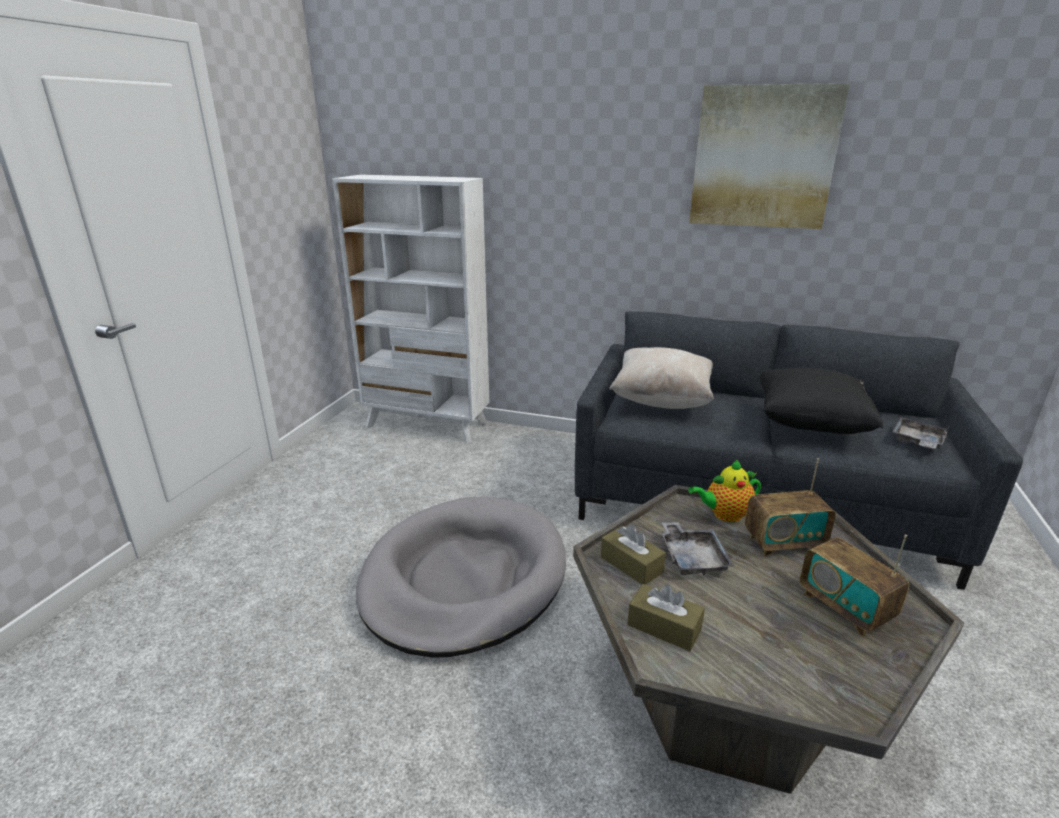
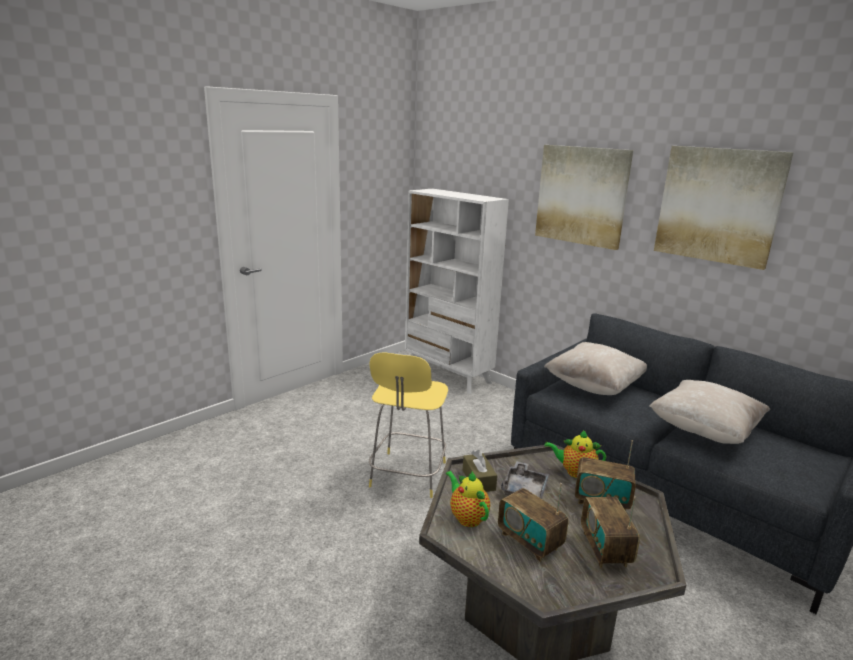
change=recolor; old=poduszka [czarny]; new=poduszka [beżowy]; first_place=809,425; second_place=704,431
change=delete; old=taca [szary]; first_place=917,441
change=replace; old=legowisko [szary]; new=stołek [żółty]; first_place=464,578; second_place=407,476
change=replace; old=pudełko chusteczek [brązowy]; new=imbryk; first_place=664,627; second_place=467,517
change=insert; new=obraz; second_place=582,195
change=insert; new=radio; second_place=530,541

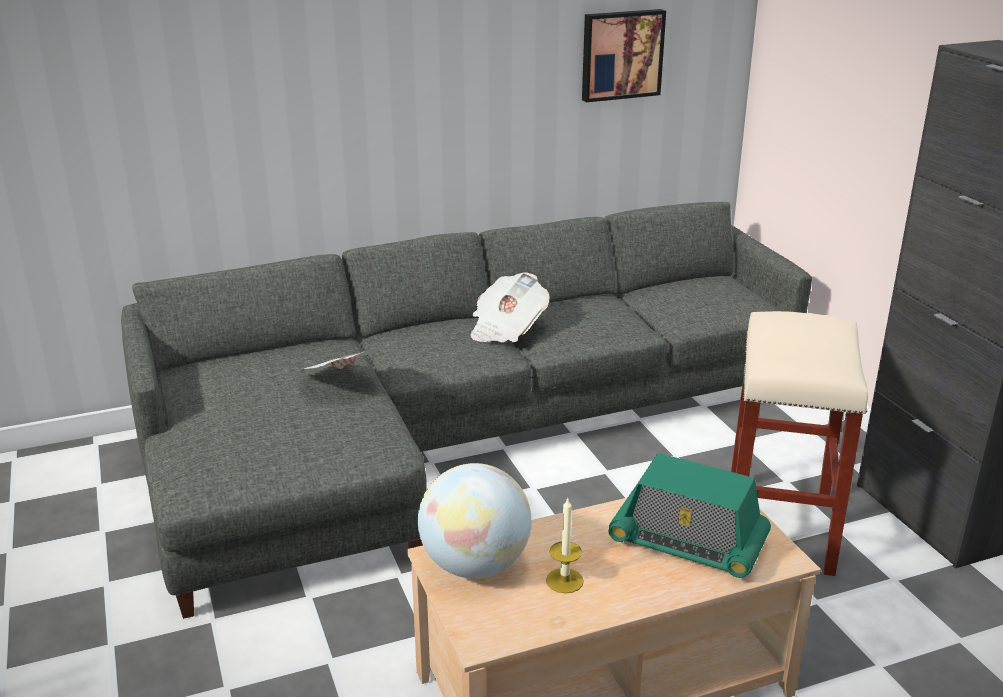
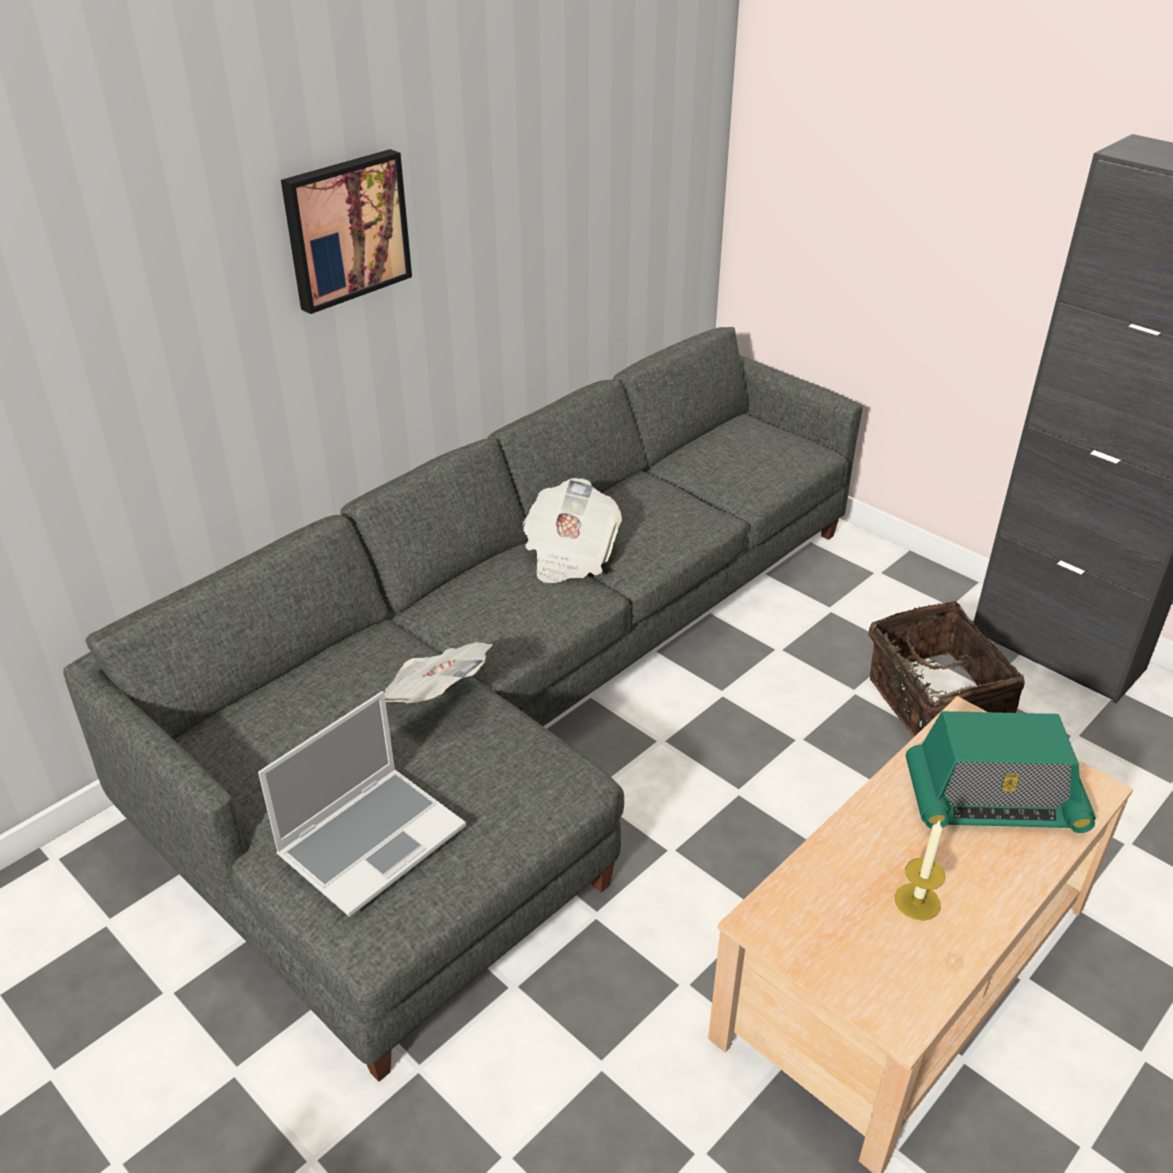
change=move; old=obraz; first_place=621,54; second_place=345,229
change=replace; old=stołek [beżowy]; new=koszyk; first_place=777,525; second_place=932,706
change=delete; old=globus; first_place=475,565
change=insert; new=laptop; second_place=372,839

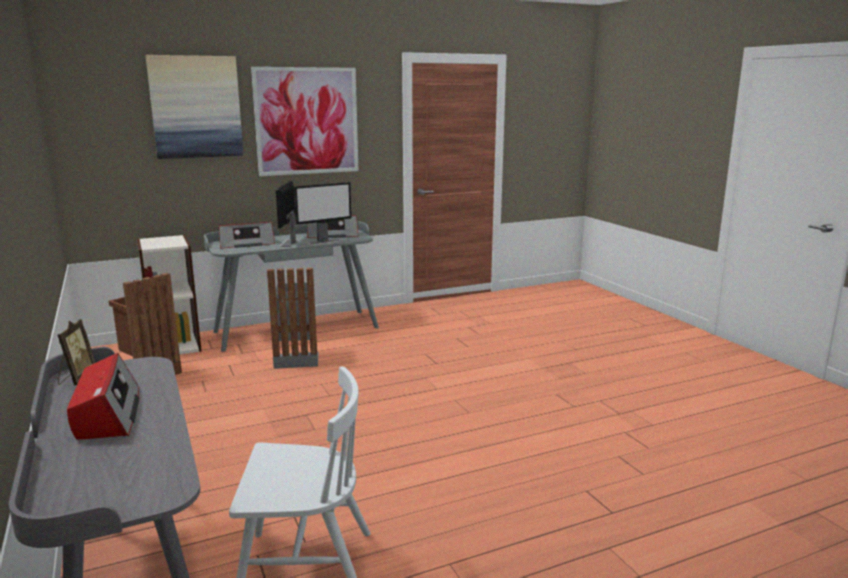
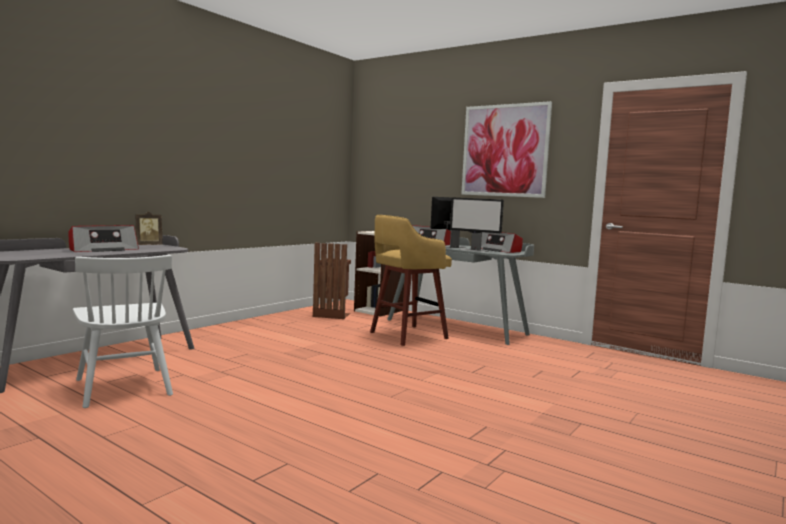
change=delete; old=obraz; first_place=196,107
change=replace; old=kosz na śmieci [szary]; new=stołek [żółty]; first_place=296,359; second_place=406,335

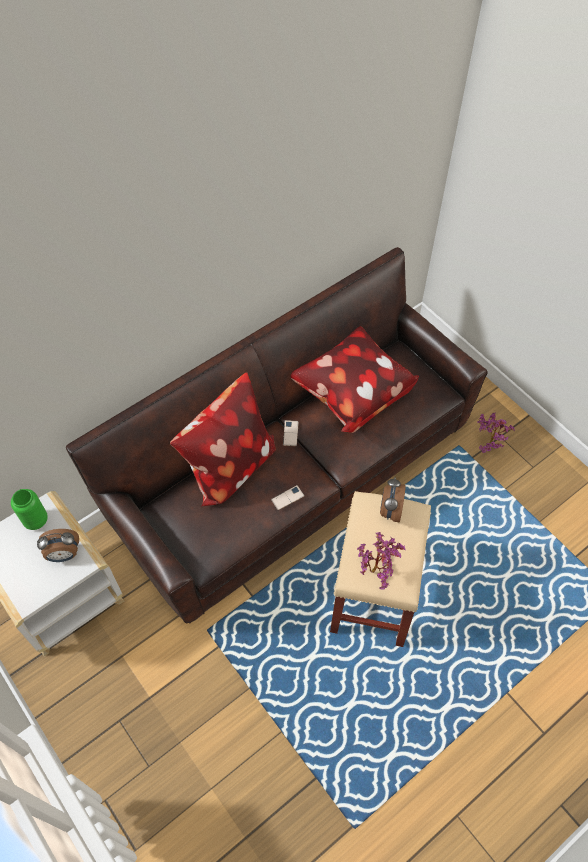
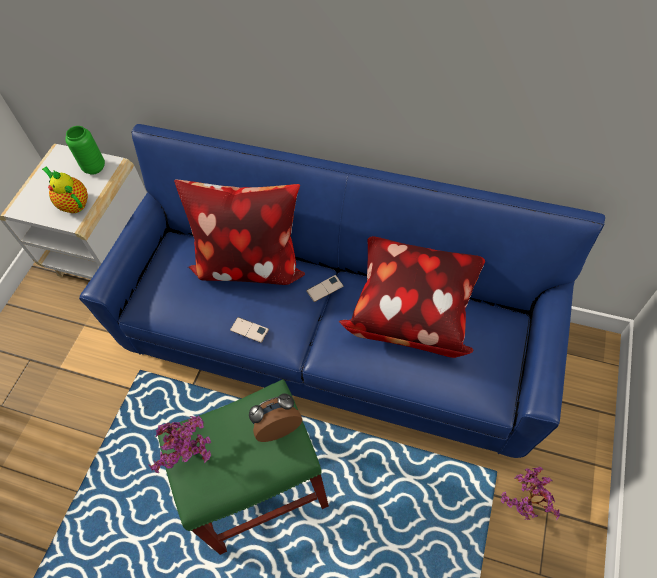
change=recolor; old=kanapa [brązowy]; new=kanapa [niebieski]; first_place=293,477; second_place=334,341
change=recolor; old=stołek [beżowy]; new=stołek [zielony]; first_place=374,595; second_place=259,491
change=replace; old=budzik; new=imbryk; first_place=64,554; second_place=73,203

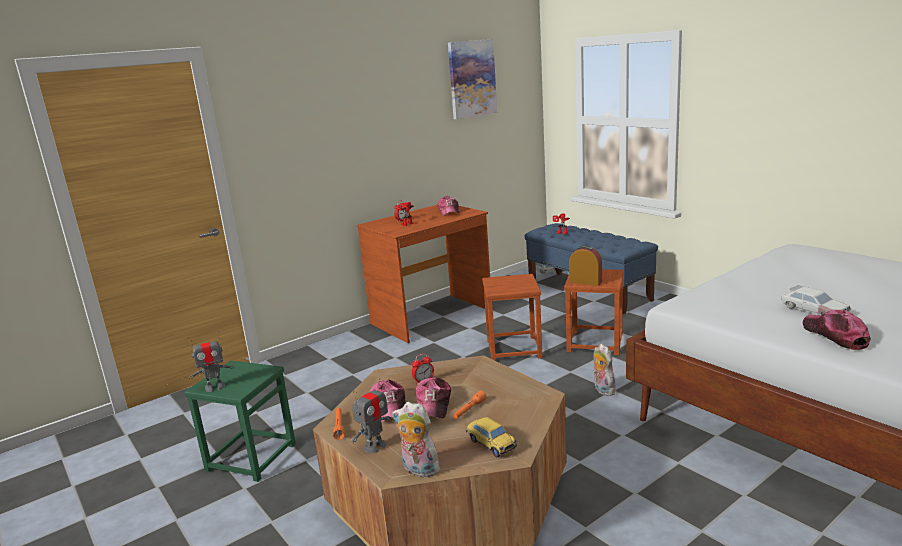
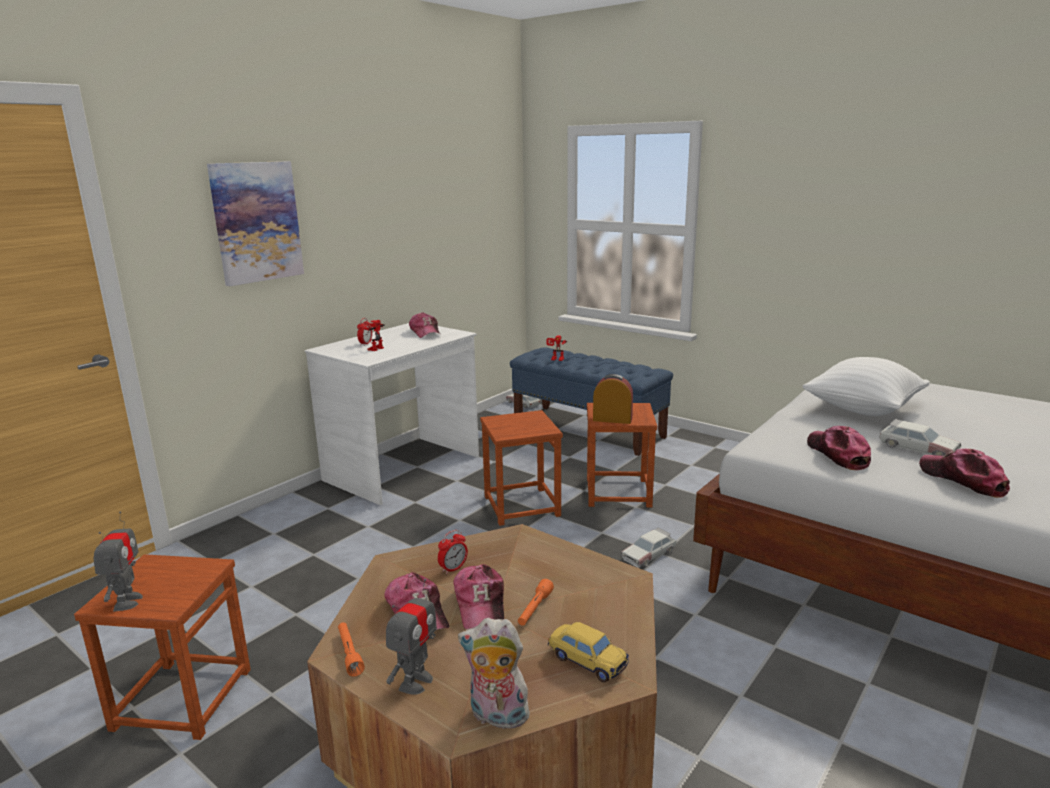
change=move; old=obraz; first_place=472,79; second_place=256,222
change=recolor; old=biurko [brązowy]; new=biurko [biały]; first_place=432,317; second_place=403,468
change=rotate; old=robot zabawkowy; first_place=215,387; second_place=127,602; degrees=-60
change=replace; old=pluszak; new=samochodzik; first_place=602,390; second_place=649,554
change=recolor; old=stołek [zielony]; new=stołek [brązowy]; first_place=251,457; second_place=182,698
change=insert; new=poduszka [biały]; second_place=862,410
change=insert; new=czapka z daszkiem; second_place=837,454

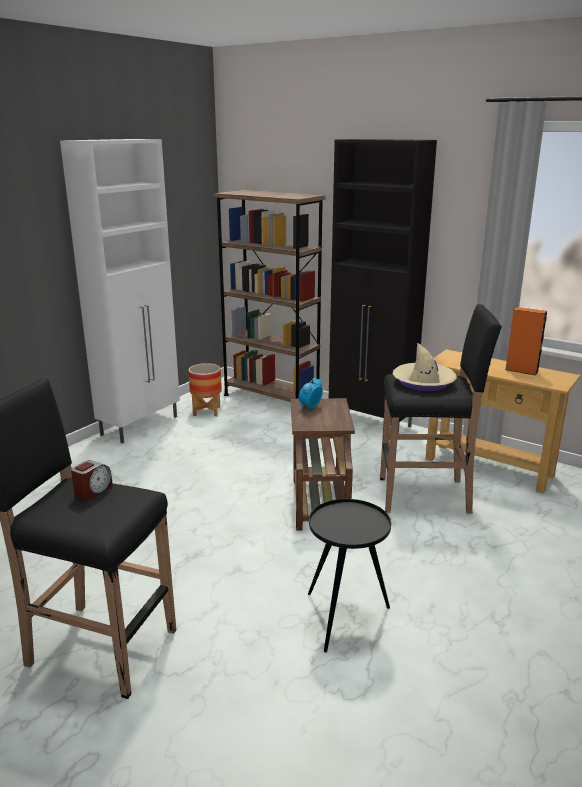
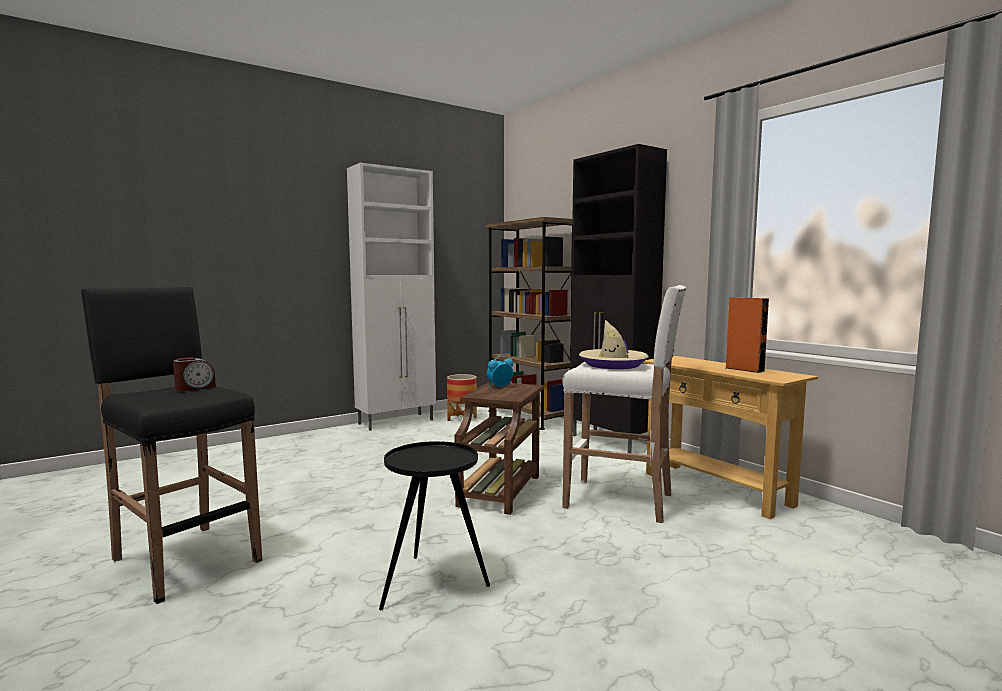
change=recolor; old=stołek [czarny]; new=stołek [biały]; first_place=426,495; second_place=621,501

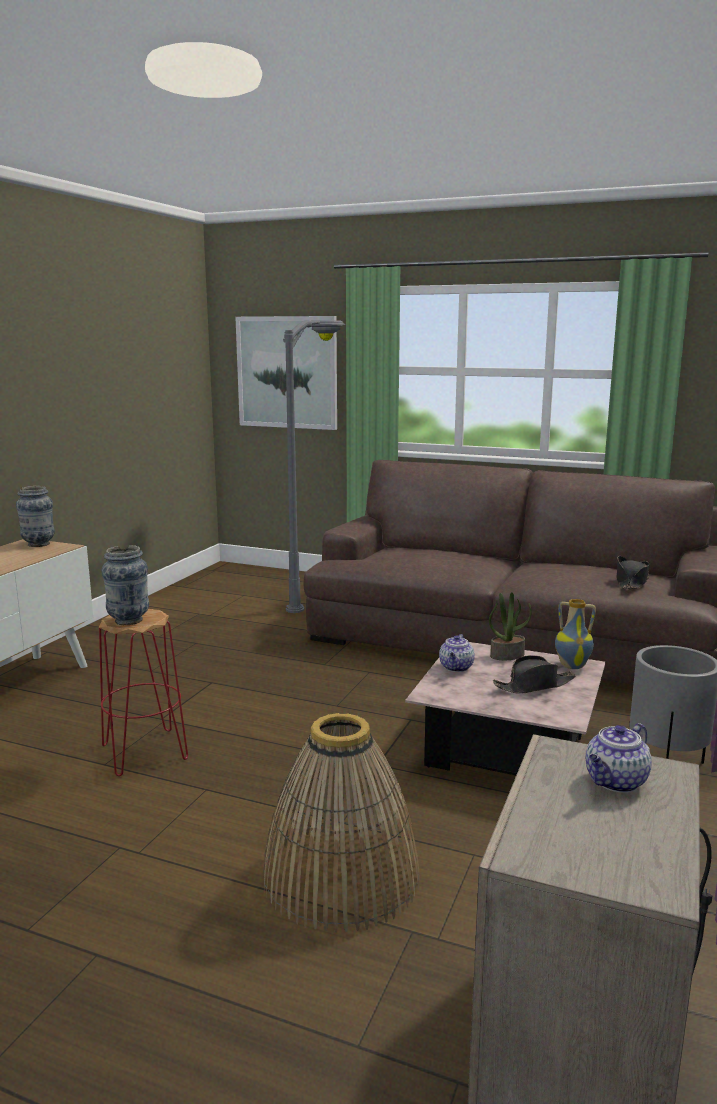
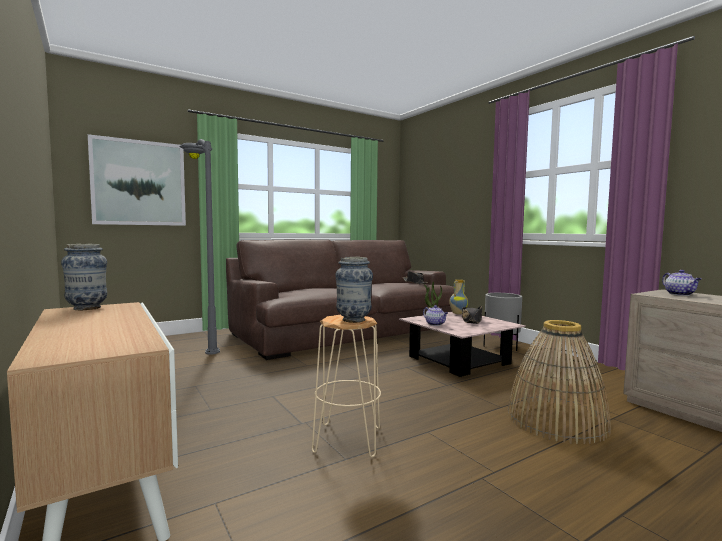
change=recolor; old=stołek [czerwony]; new=stołek [beżowy]; first_place=145,752; second_place=347,439

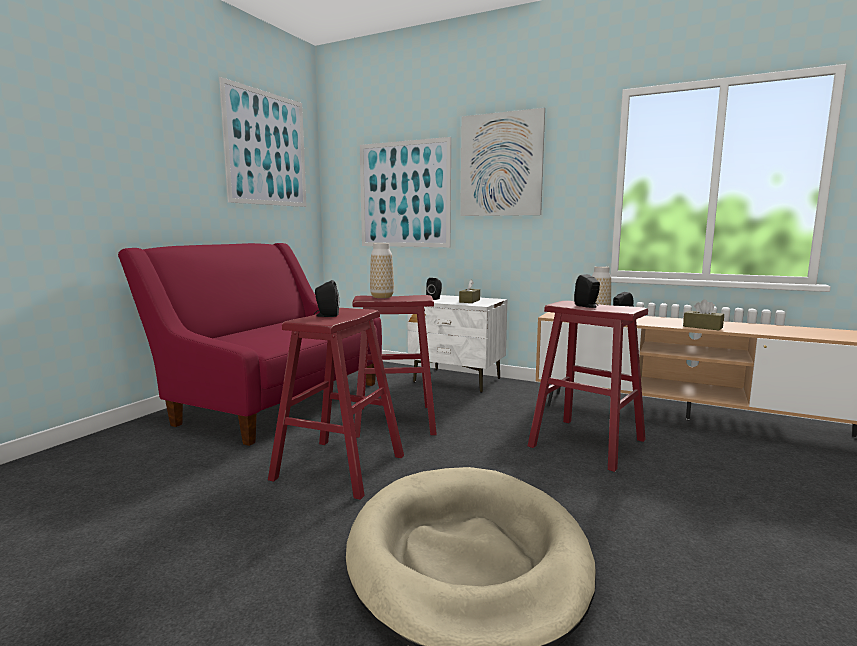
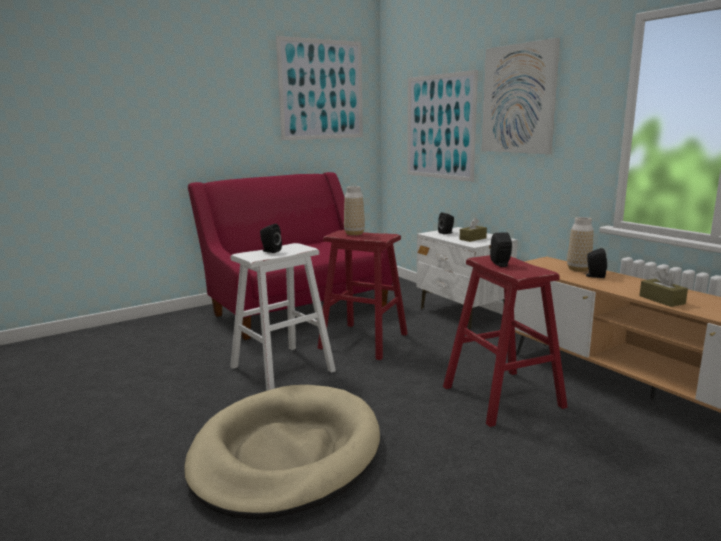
change=recolor; old=stołek [czerwony]; new=stołek [biały]; first_place=339,467; second_place=282,369

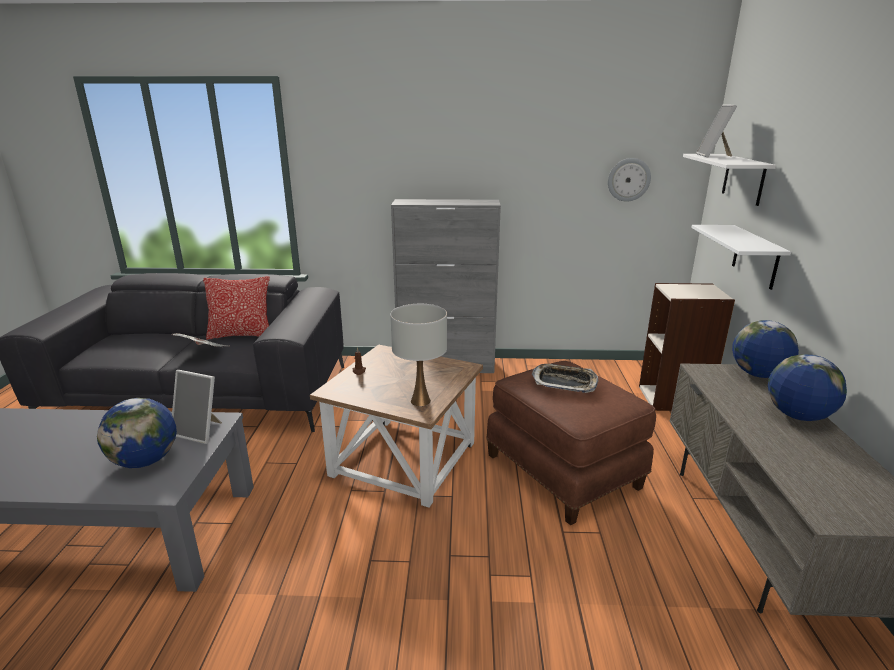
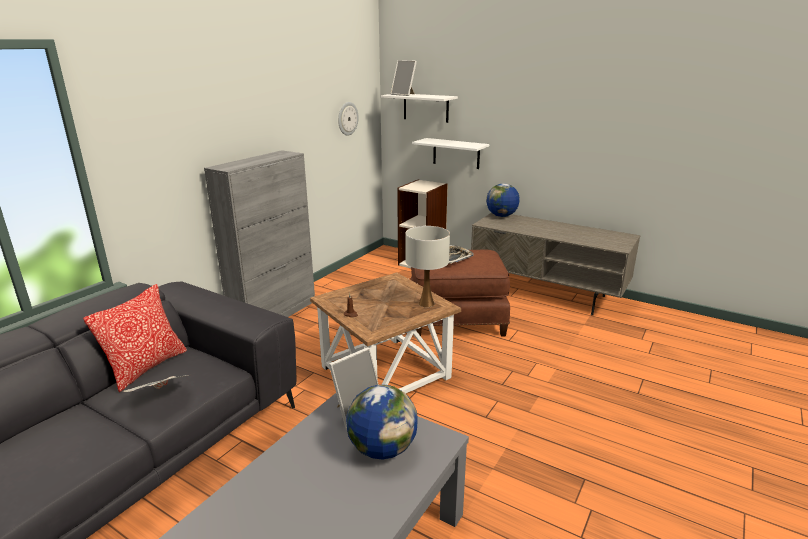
change=delete; old=globus; first_place=797,416

